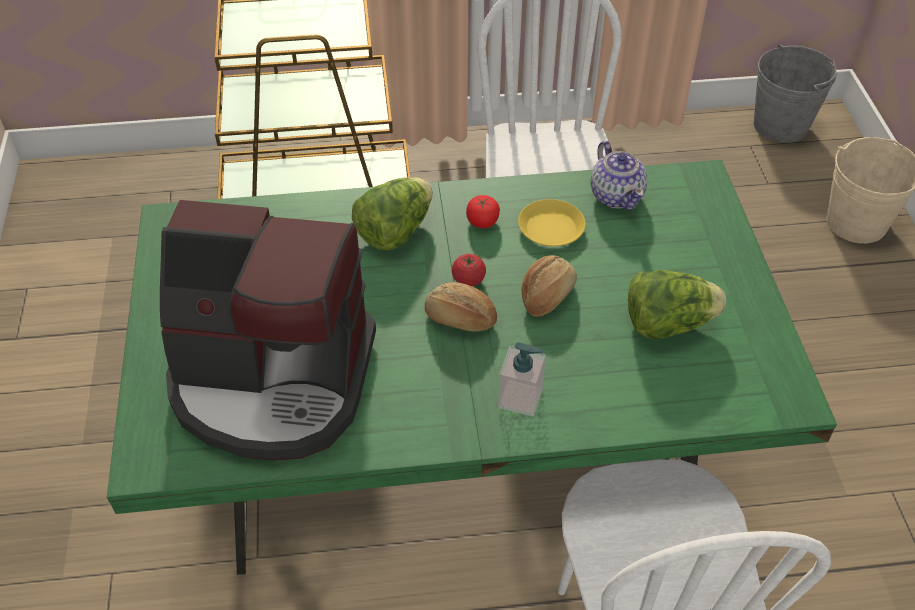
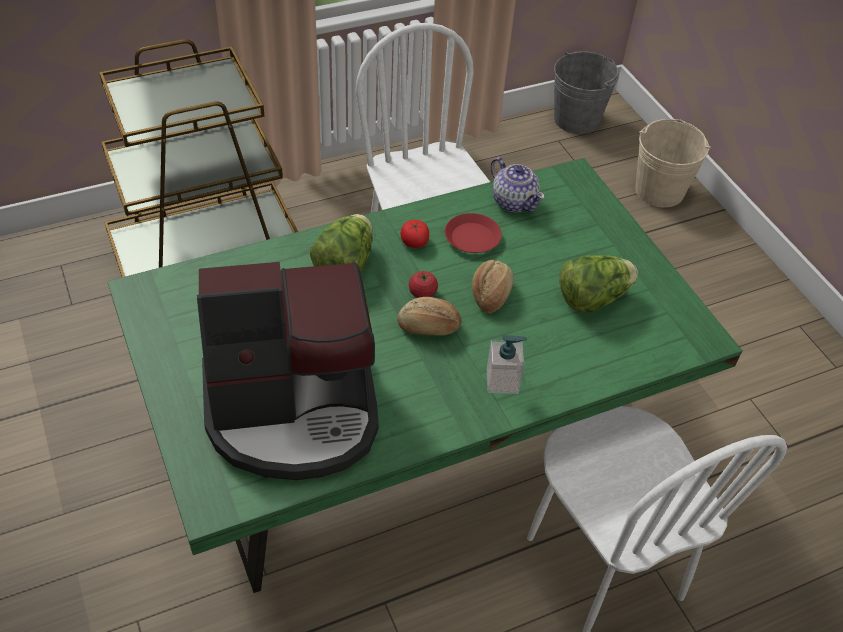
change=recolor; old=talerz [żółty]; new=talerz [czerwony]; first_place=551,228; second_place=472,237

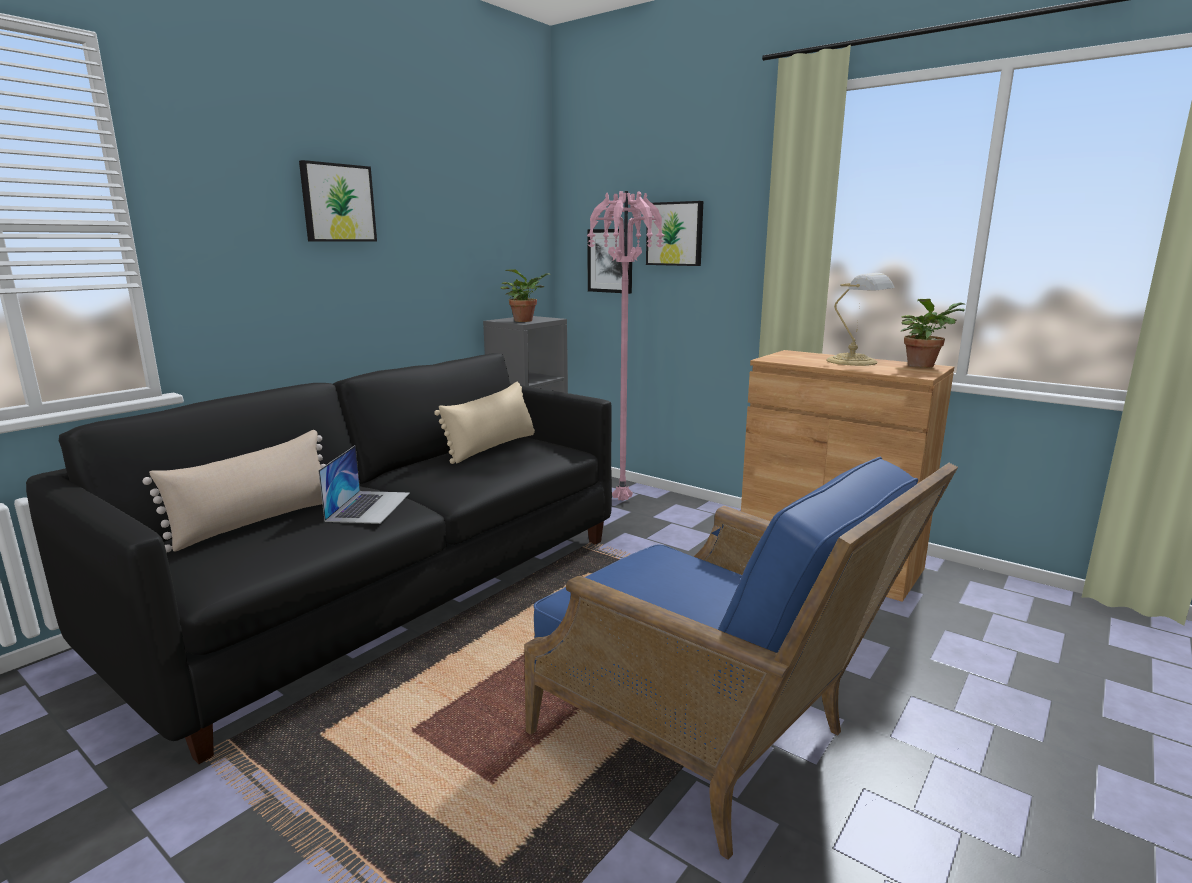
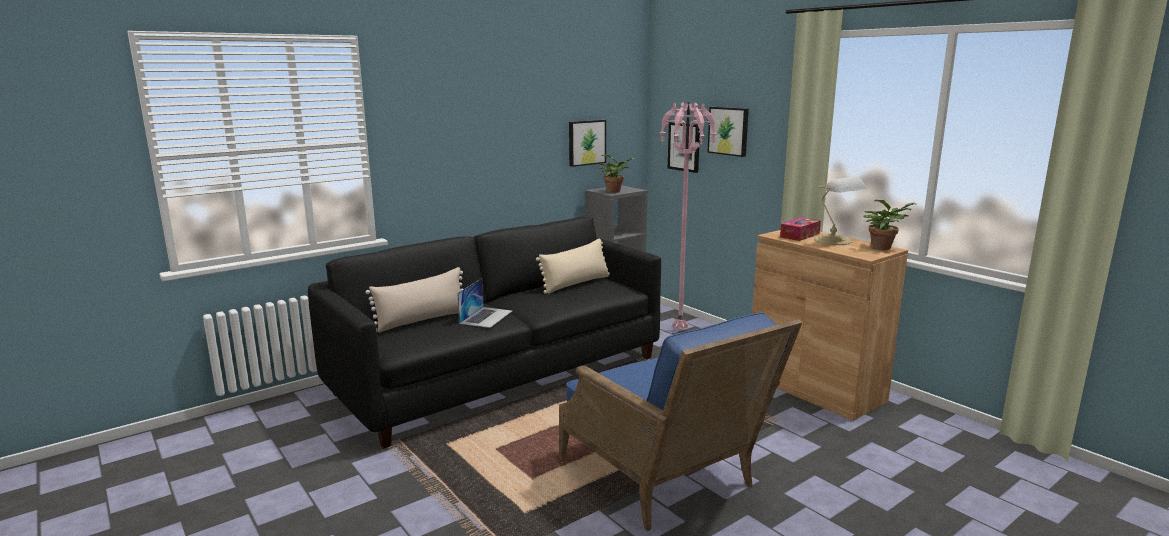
change=move; old=obraz; first_place=337,203; second_place=586,142
change=insert; new=pudełko chusteczek; second_place=799,235

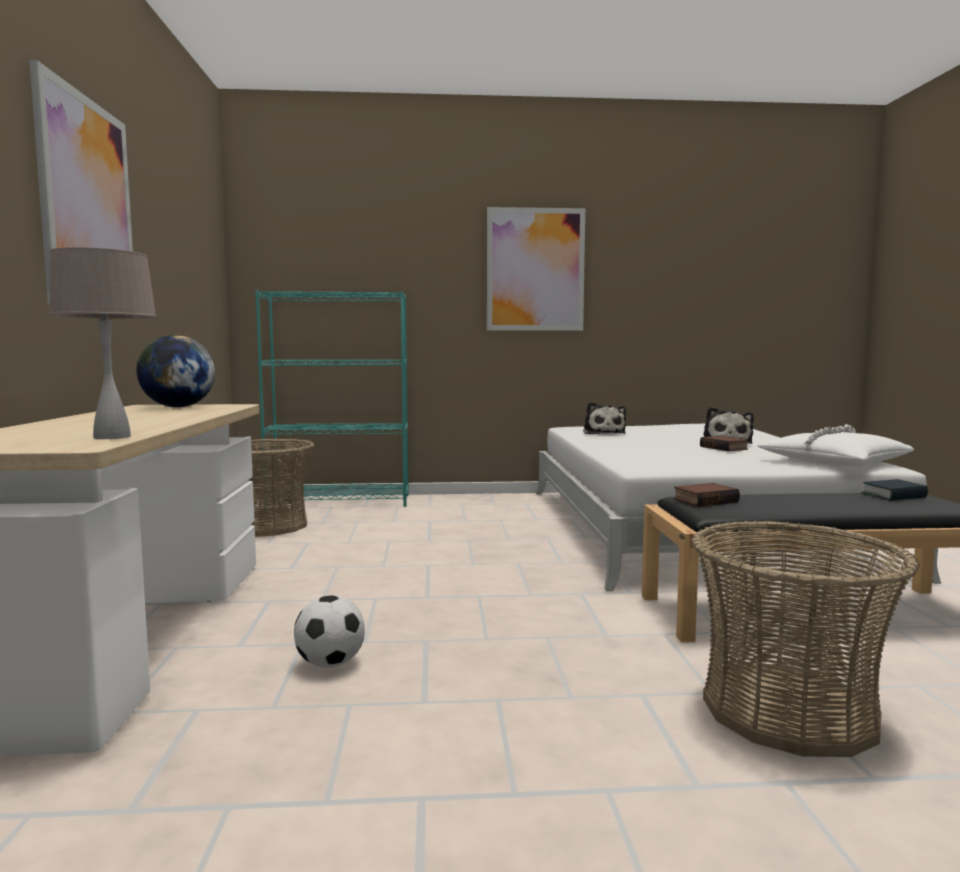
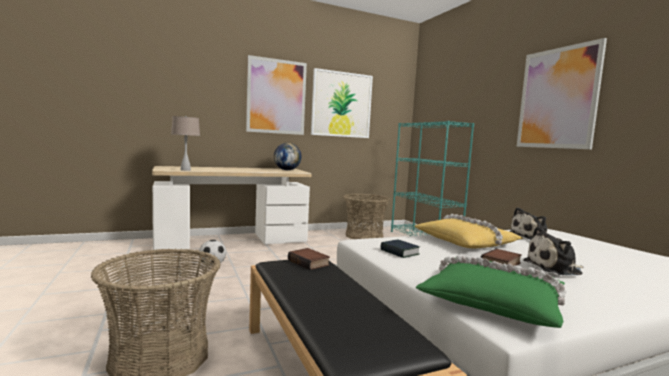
change=recolor; old=poduszka [biały]; new=poduszka [zielony]; first_place=833,462; second_place=493,301
change=move; old=książka; first_place=894,496; second_place=399,252
change=insert; new=obraz; second_place=341,104
change=insert; new=poduszka [żółty]; second_place=466,242

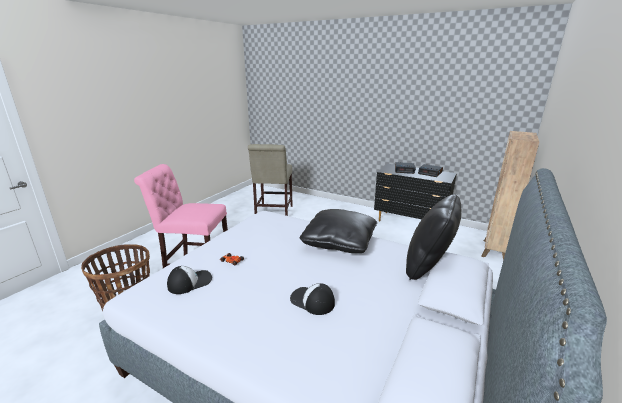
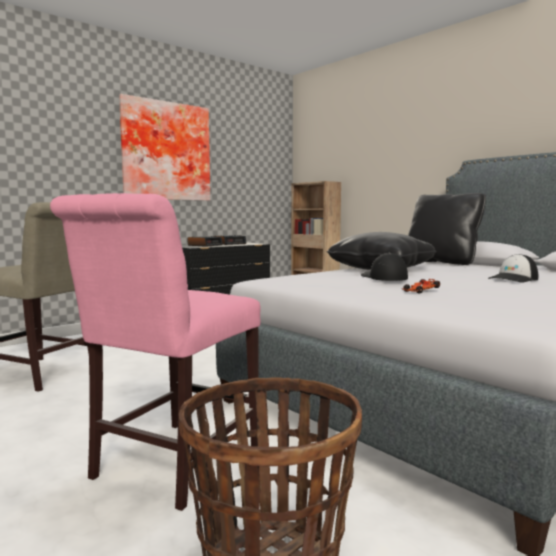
change=move; old=czapka z daszkiem; first_place=190,282; second_place=383,277
change=insert; new=obraz; second_place=165,151

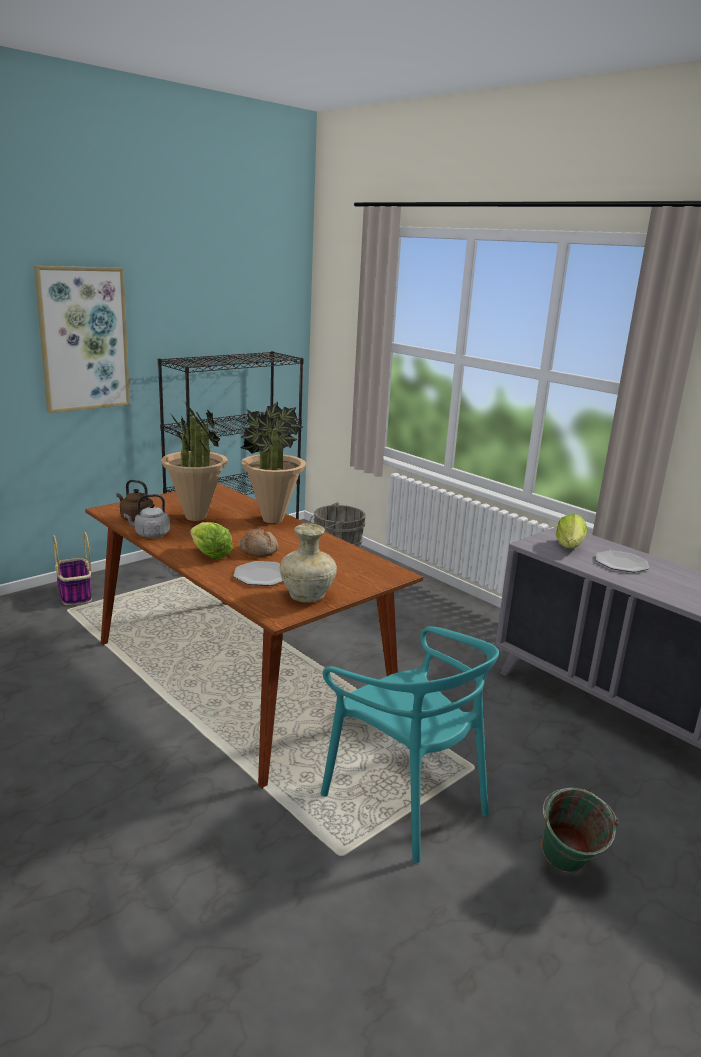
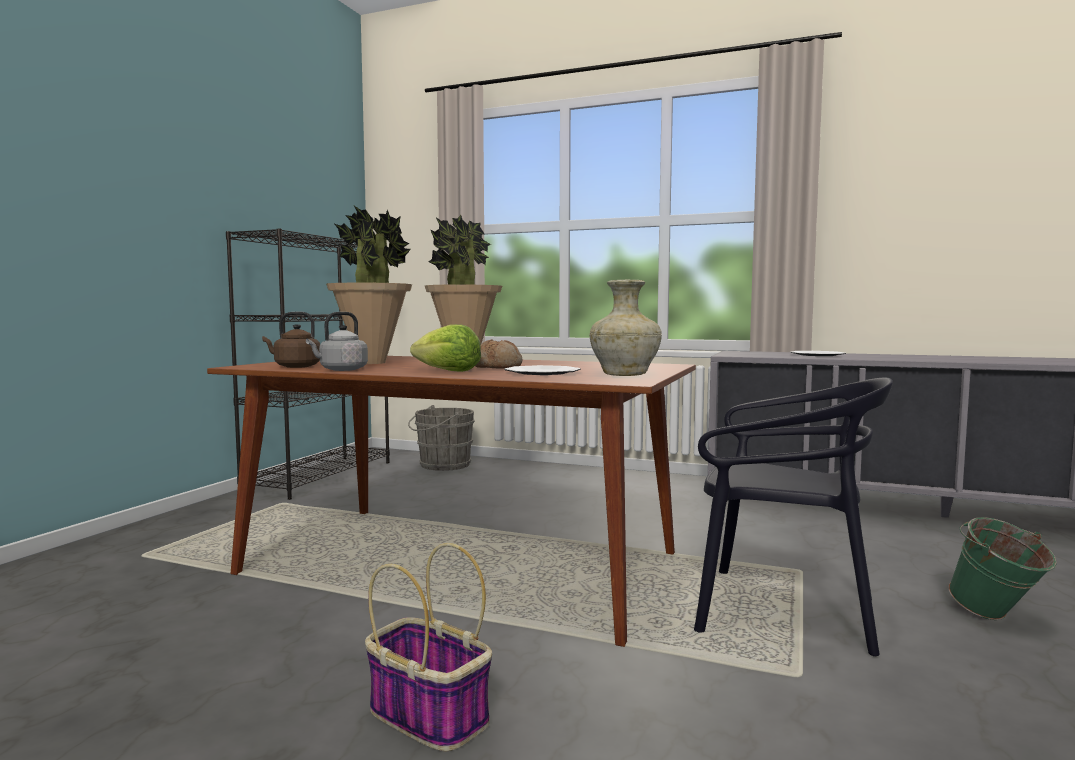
change=delete; old=obraz; first_place=83,339
change=delete; old=sałata; first_place=569,546
change=move; old=koszyk; first_place=75,594; second_place=426,715
change=recolor; old=krzesło [turkusowy]; new=krzesło [czarny]; first_place=406,800; second_place=783,611

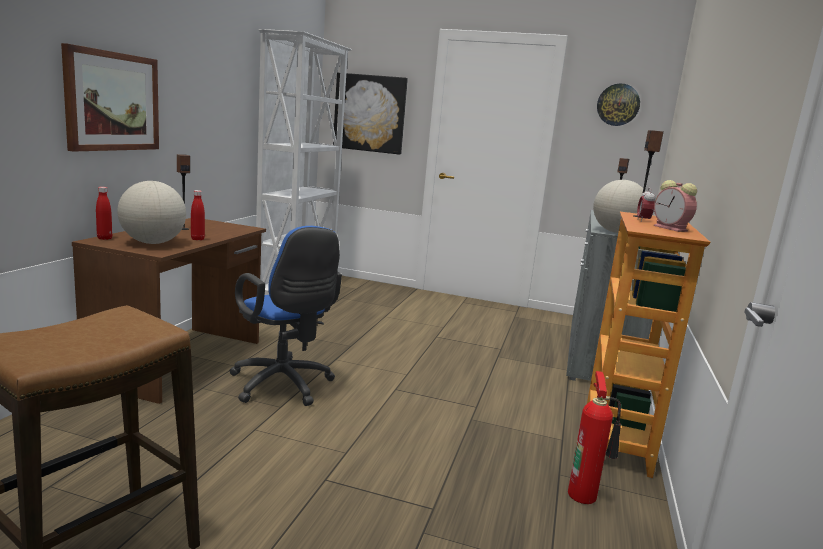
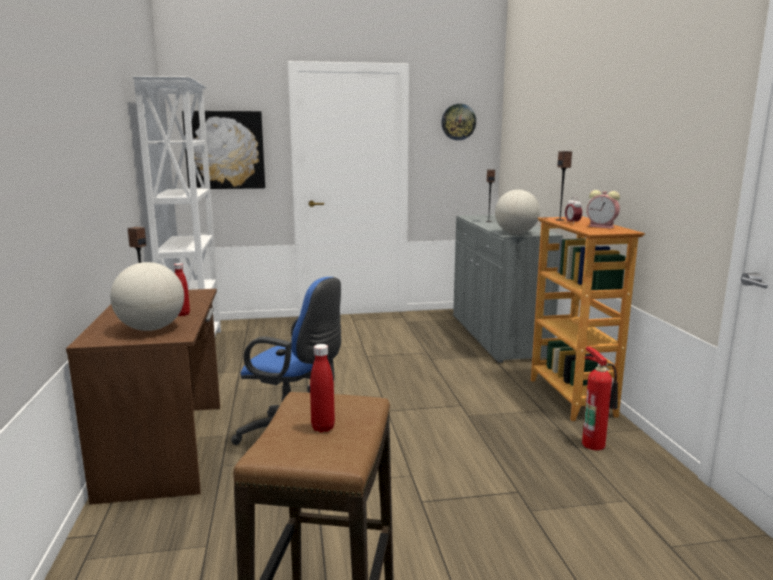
change=delete; old=obraz; first_place=112,101
change=move; old=butelka [czerwony]; first_place=104,238; second_place=323,428

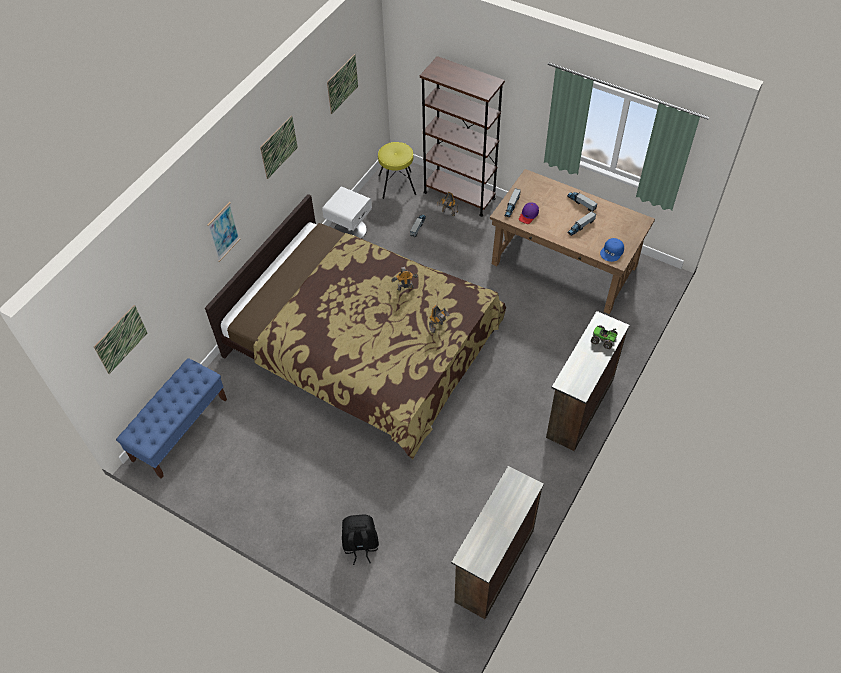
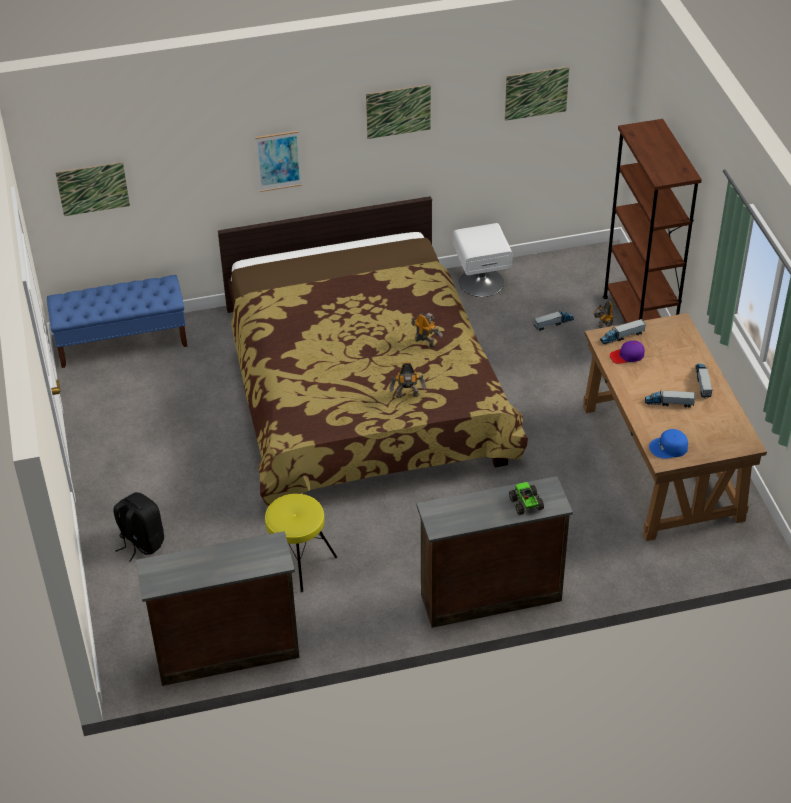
change=move; old=stołek [żółty]; first_place=397,185; second_place=298,562

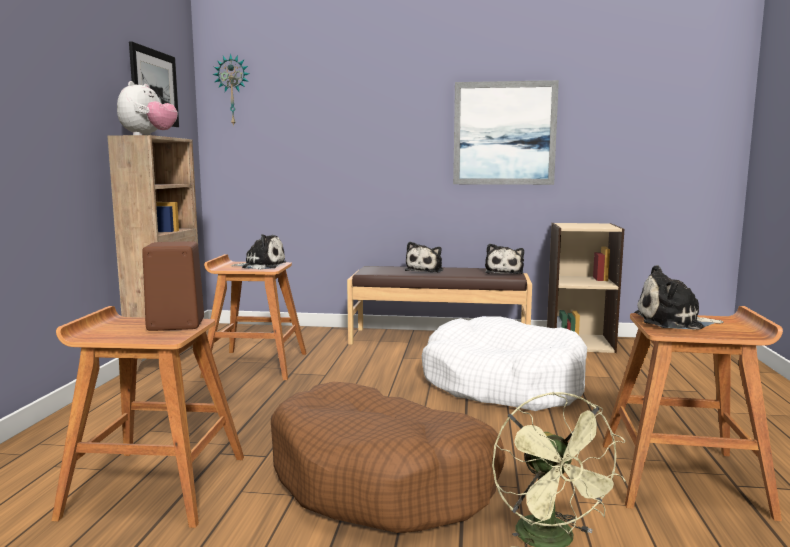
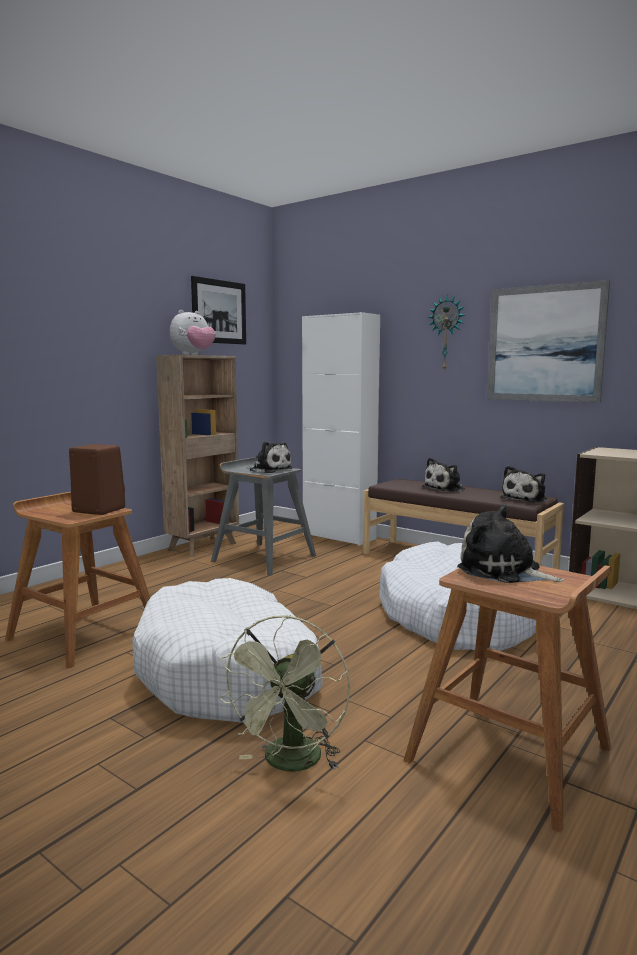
change=move; old=zegar ścienny; first_place=233,90; second_place=447,333
change=recolor; old=stołek [brązowy]; new=stołek [szary]; first_place=255,364; second_place=263,558
change=recolor; old=legowisko [brązowy]; new=legowisko [biały]; first_place=383,480; second_place=229,673
change=insert; new=szafka [biały]; second_place=339,536

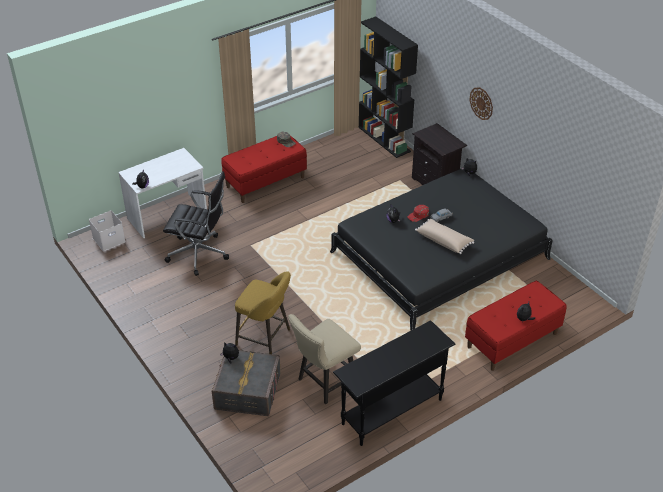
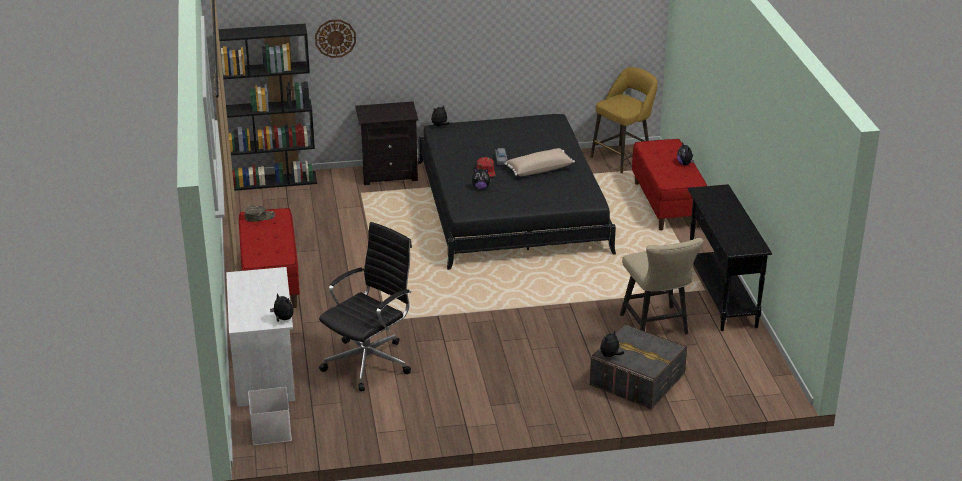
change=move; old=zegar ścienny; first_place=481,103; second_place=335,38
change=move; old=stołek [żółty]; first_place=266,338; second_place=623,158

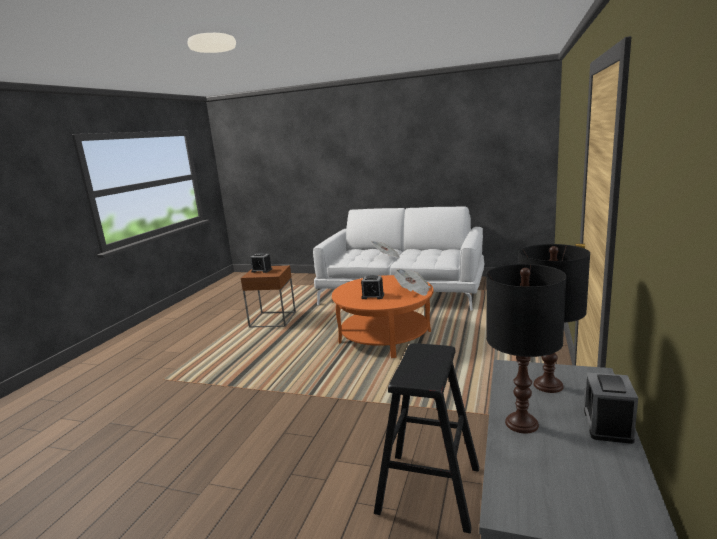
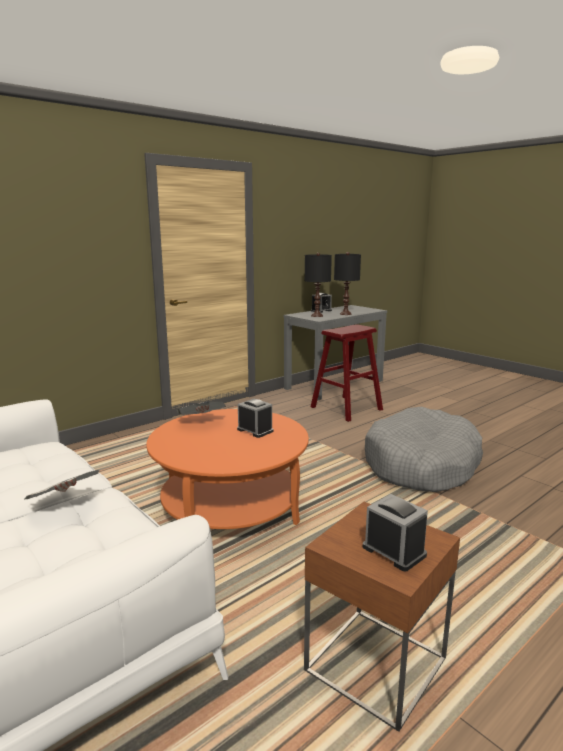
change=recolor; old=stołek [czarny]; new=stołek [czerwony]; first_place=429,489; second_place=346,408
change=insert; new=legowisko [szary]; second_place=421,465

